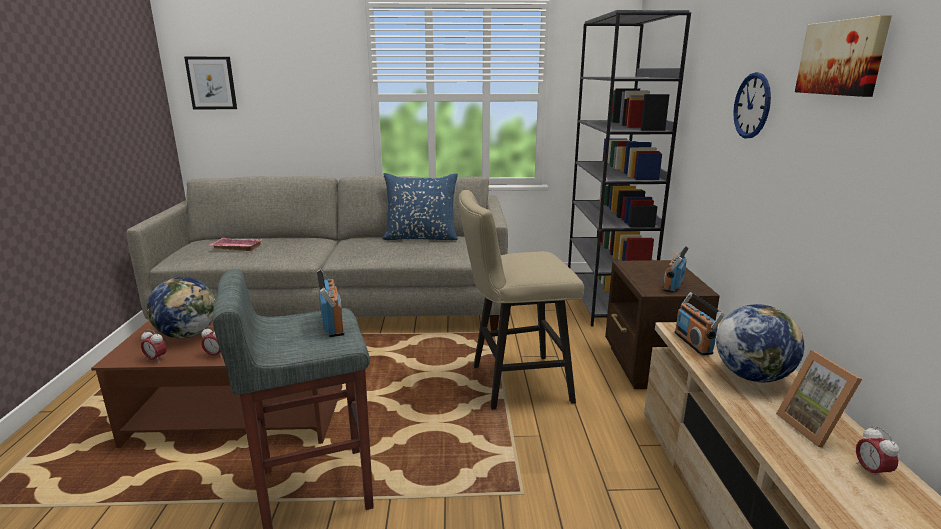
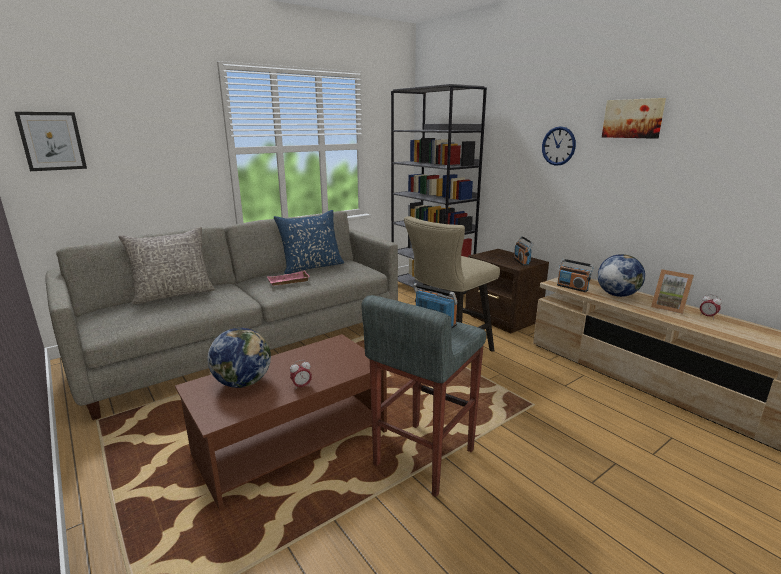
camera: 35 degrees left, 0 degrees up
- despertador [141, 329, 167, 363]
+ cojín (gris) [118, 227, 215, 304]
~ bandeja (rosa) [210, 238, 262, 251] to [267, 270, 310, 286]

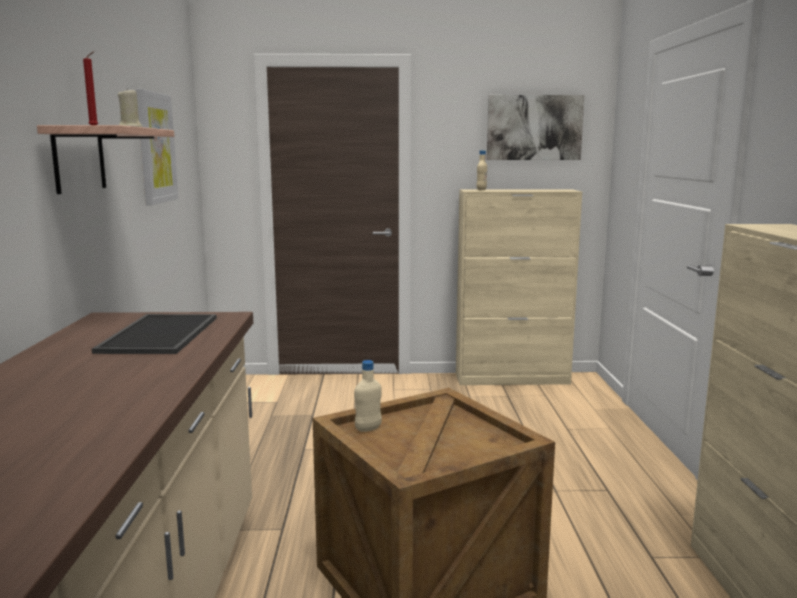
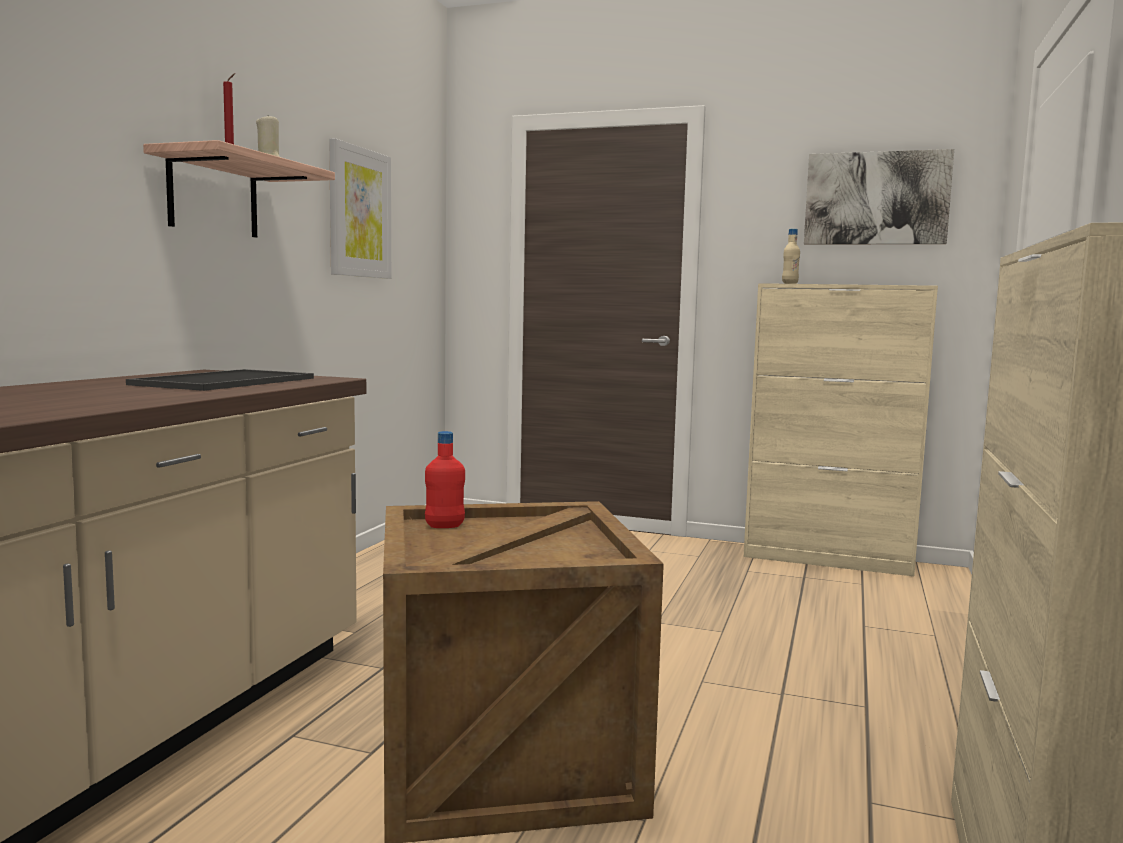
camera: 20 degrees right, 5 degrees down
~ botella (beis) [354, 360, 382, 432] to botella (rojo) [425, 431, 465, 528]

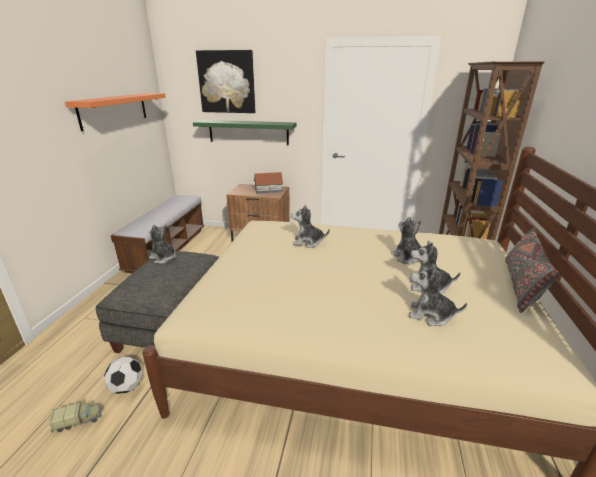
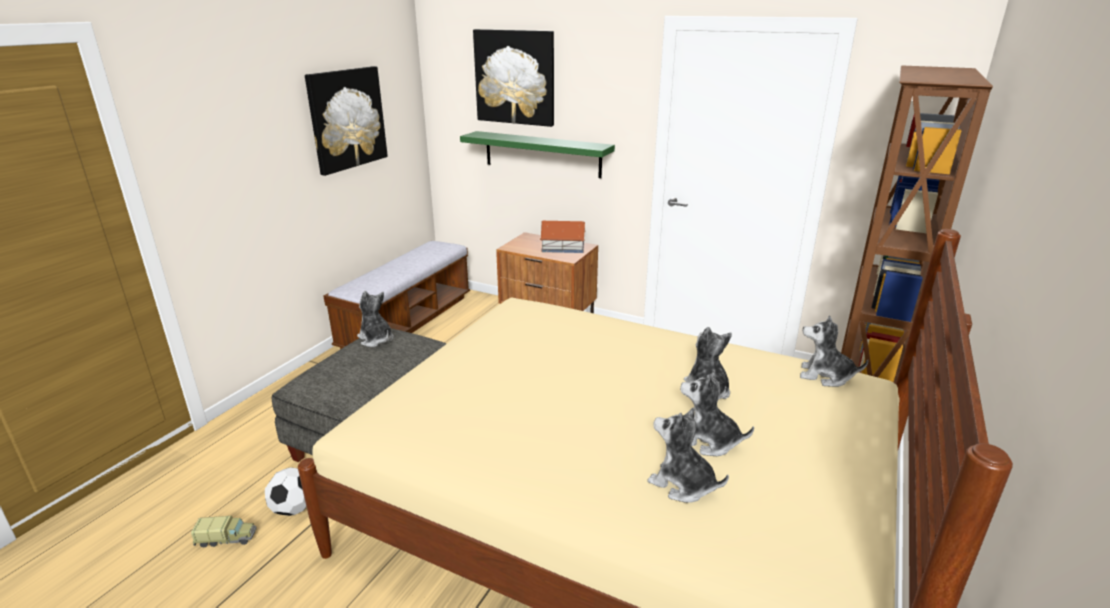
camera: 15 degrees right, 0 degrees up
- cojín (gris) [505, 228, 559, 313]
~ peluche [291, 205, 330, 248] to [800, 315, 869, 387]
~ estante (naranja) [65, 93, 166, 131] to cuadro [305, 66, 388, 176]

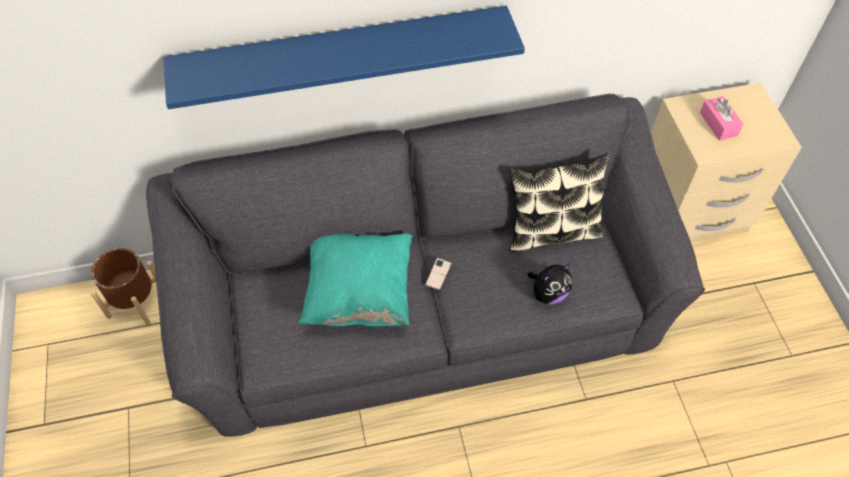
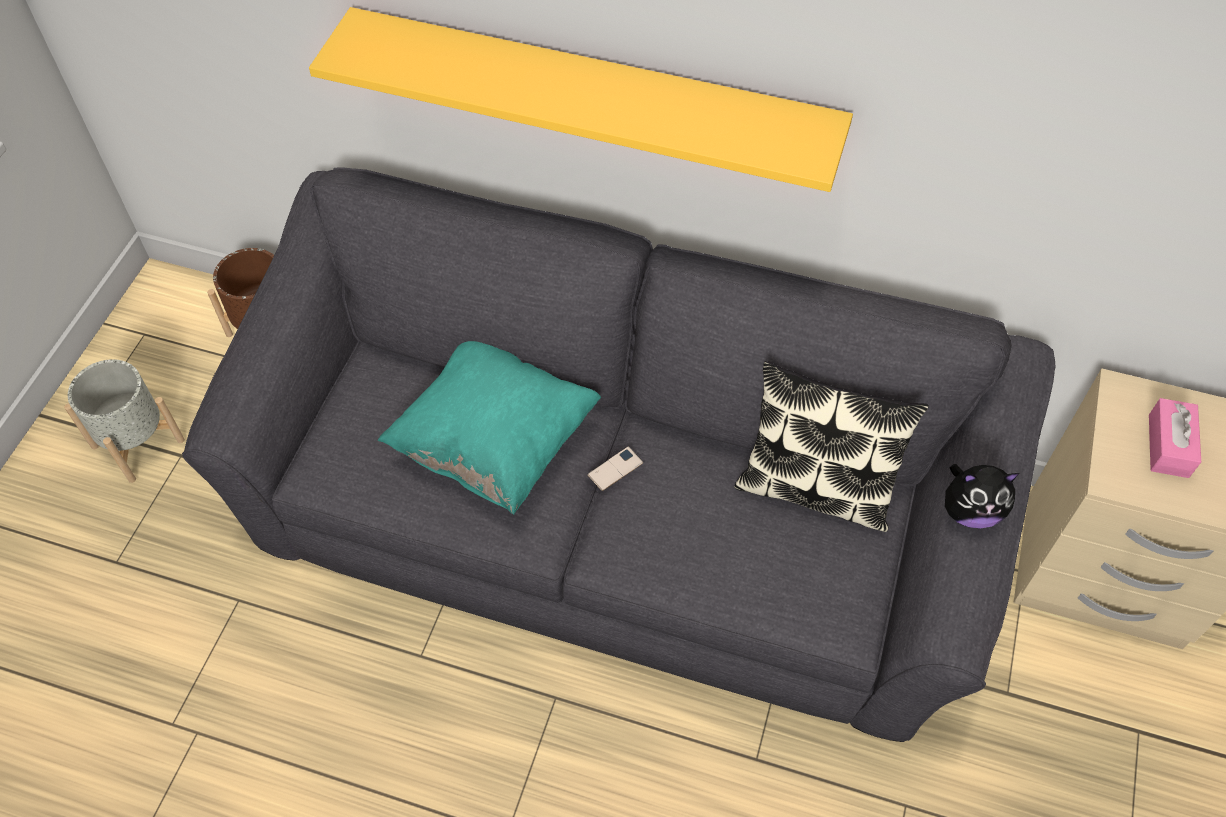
camera: 30 degrees right, 0 degrees up
+ maceta (gris) [64, 359, 185, 483]
~ peluche [527, 263, 572, 304] to [945, 464, 1019, 528]
~ estante (azul) [163, 6, 525, 109] to estante (amarillo) [309, 7, 853, 192]

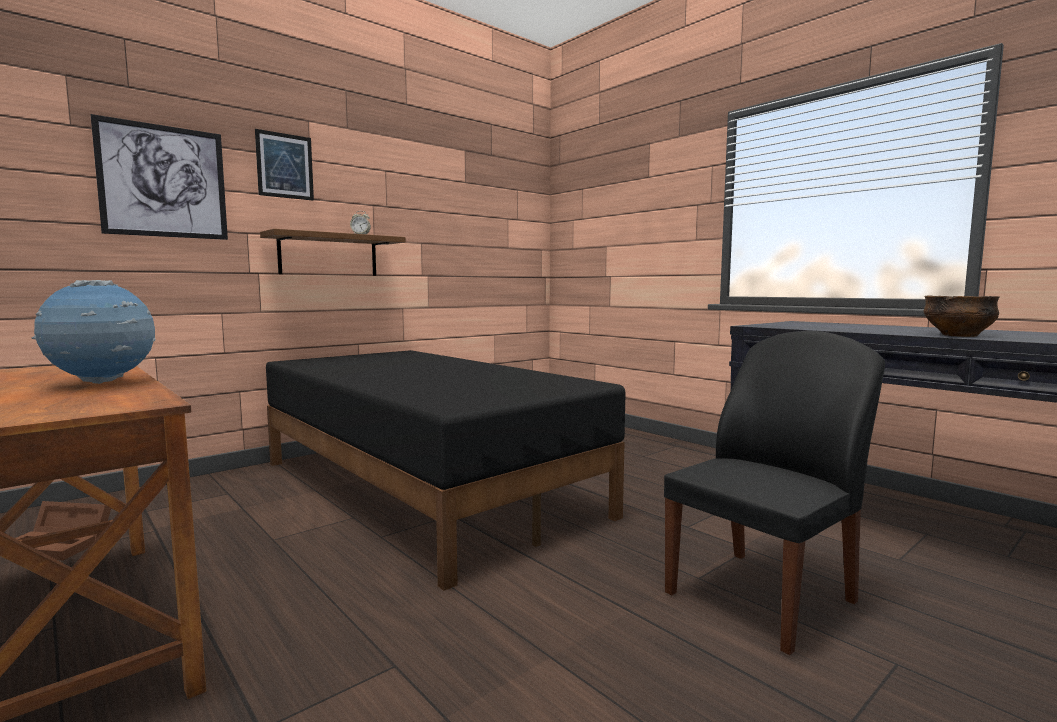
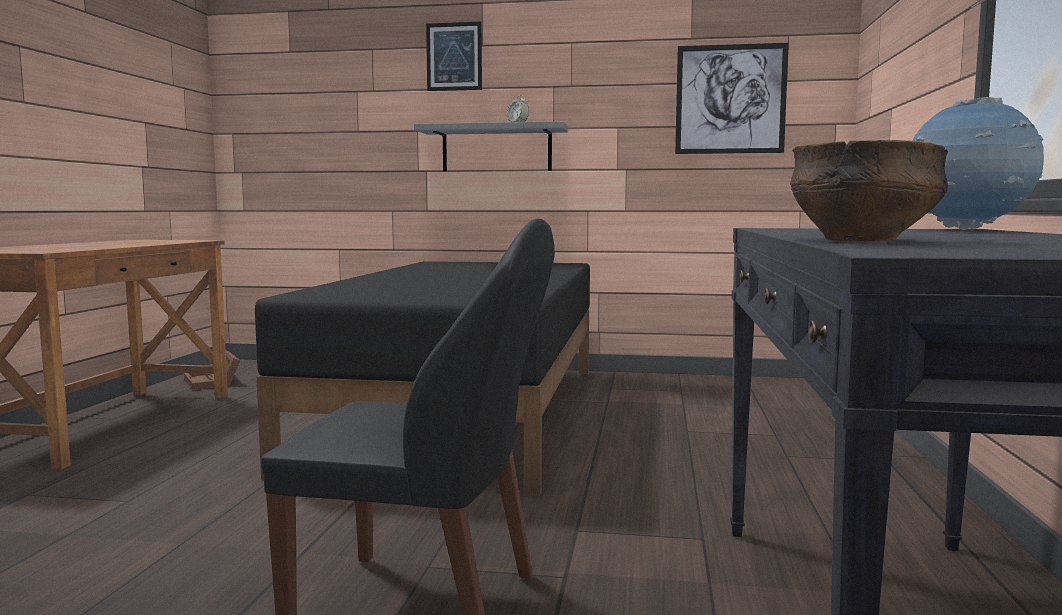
camera: 50 degrees right, 0 degrees up
~ globo terráqueo [31, 280, 155, 384] to [912, 97, 1044, 230]
~ cuadro [91, 114, 228, 240] to [675, 43, 789, 154]
~ estante (marrón) [260, 228, 406, 276] to estante (gris) [414, 121, 568, 172]

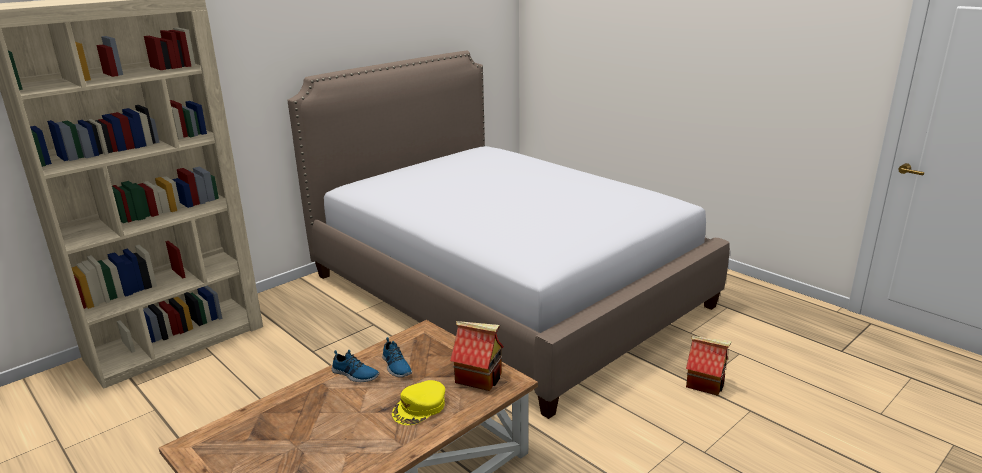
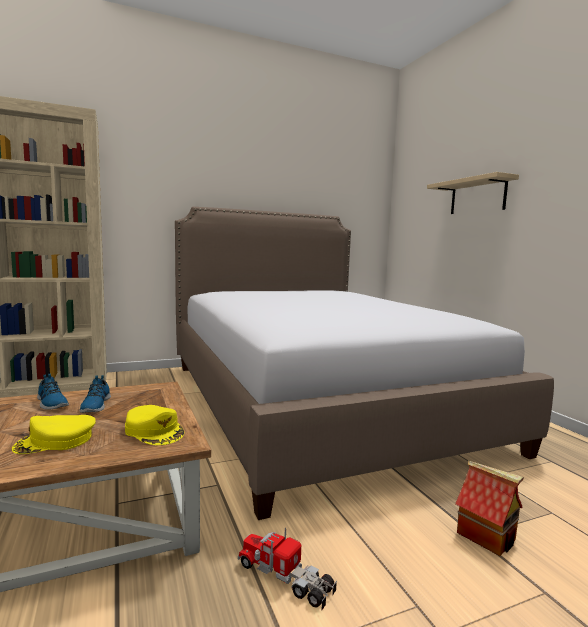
camera: 20 degrees right, 15 degrees down
+ camión de juguete [238, 528, 337, 610]
+ estante (beis) [427, 172, 519, 214]
~ casita [450, 321, 504, 391] to gorra (amarillo) [125, 405, 184, 445]

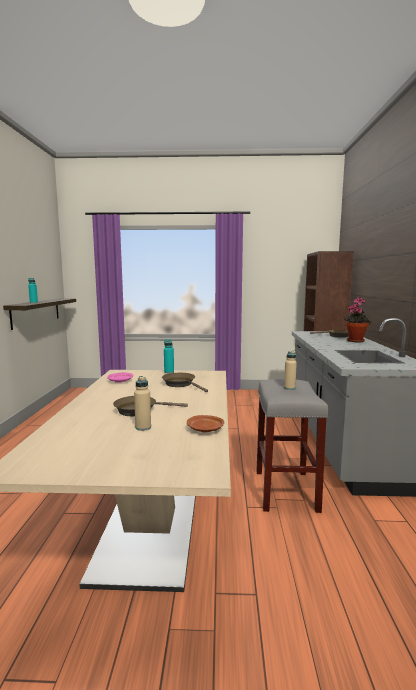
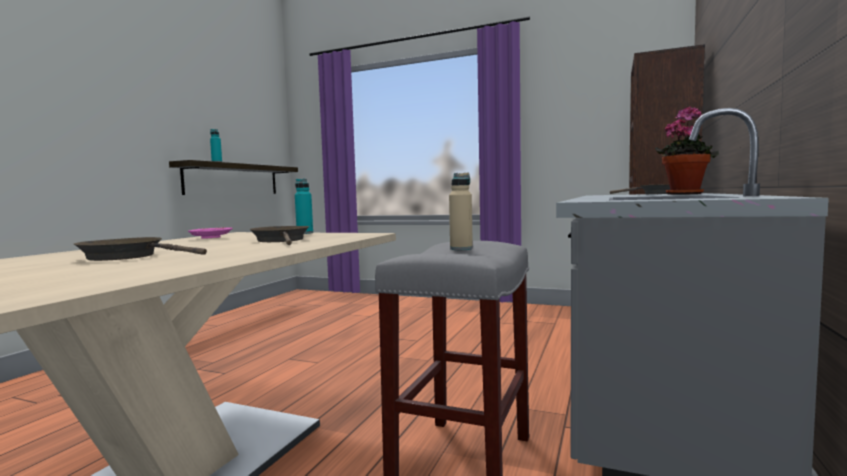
camera: 20 degrees right, 5 degrees down
- botella (beis) [134, 376, 151, 431]
- plato (marrón) [187, 415, 224, 432]

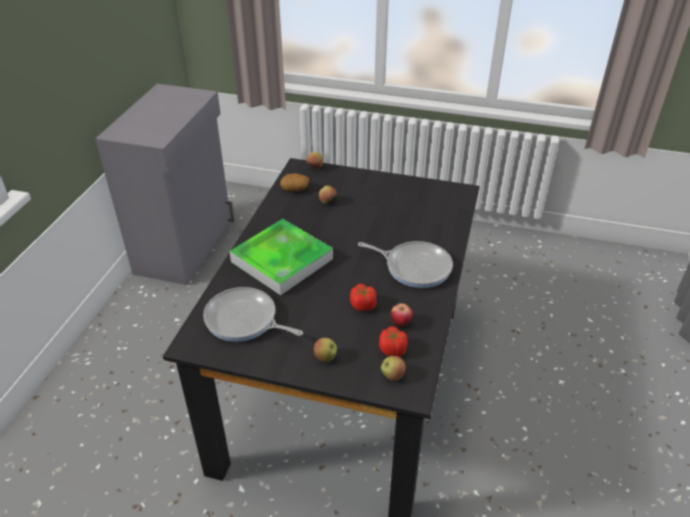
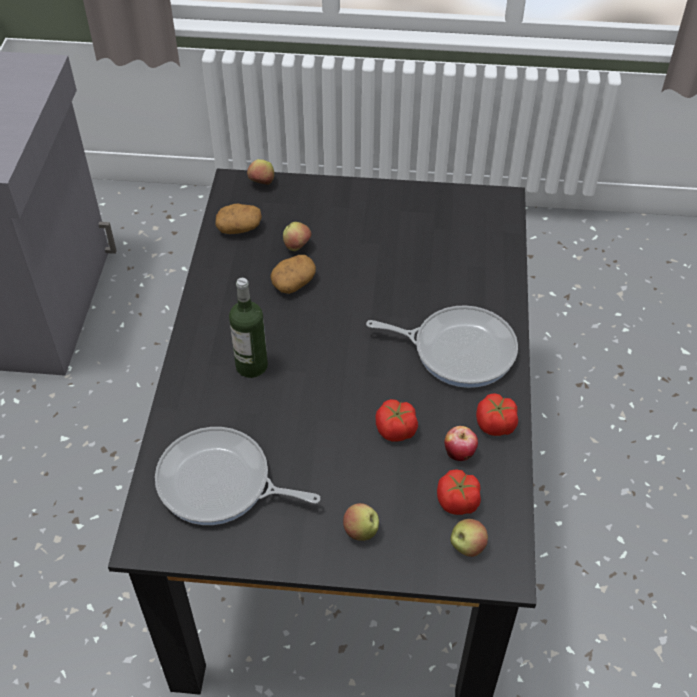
camera: 10 degrees left, 10 degrees up
+ patata [271, 255, 316, 294]
+ tomate [476, 393, 518, 436]
~ bandeja [229, 219, 333, 295] to botella [229, 278, 268, 378]

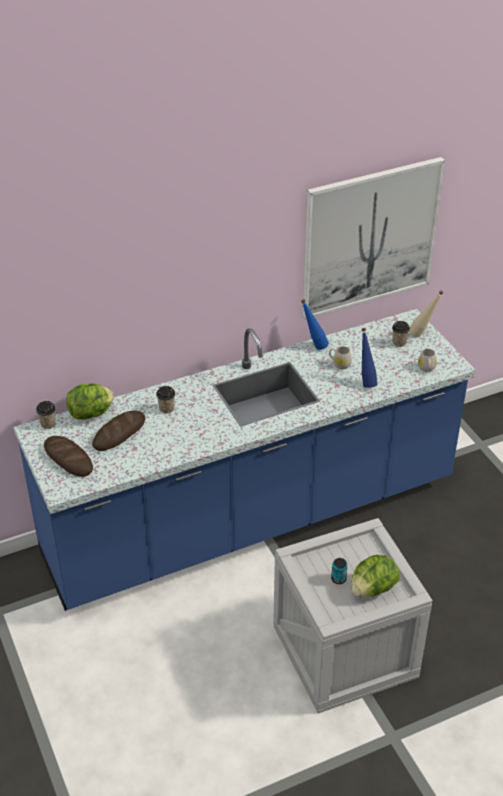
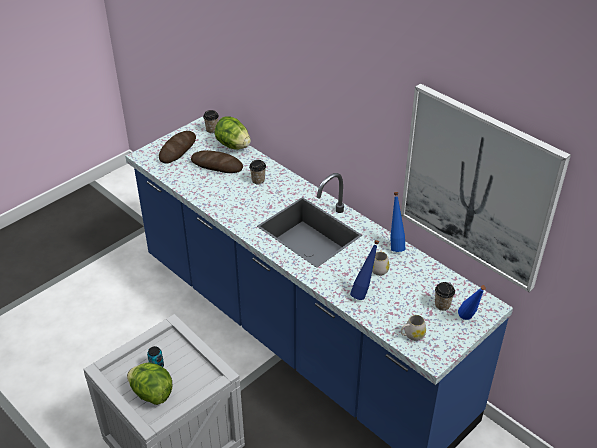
camera: 70 degrees right, 0 degrees up
~ botella (beis) [409, 290, 443, 337] to botella (azul) [458, 285, 486, 320]

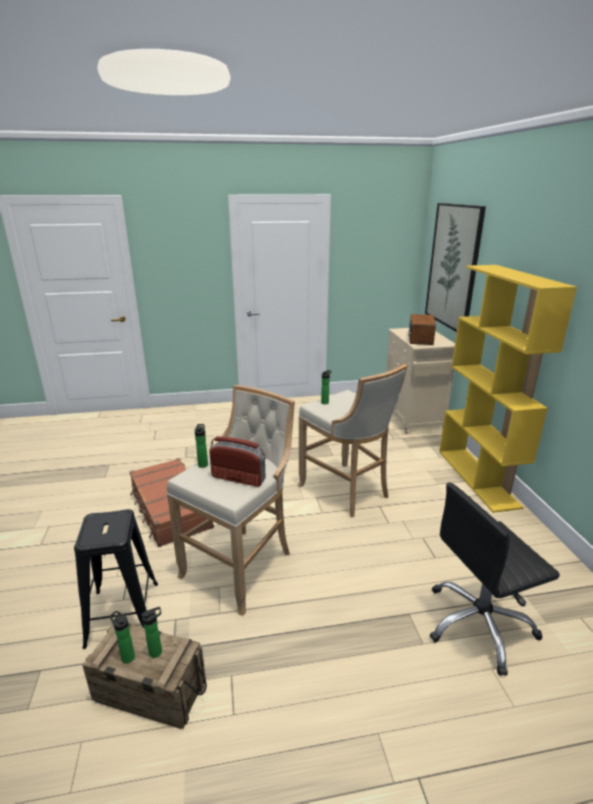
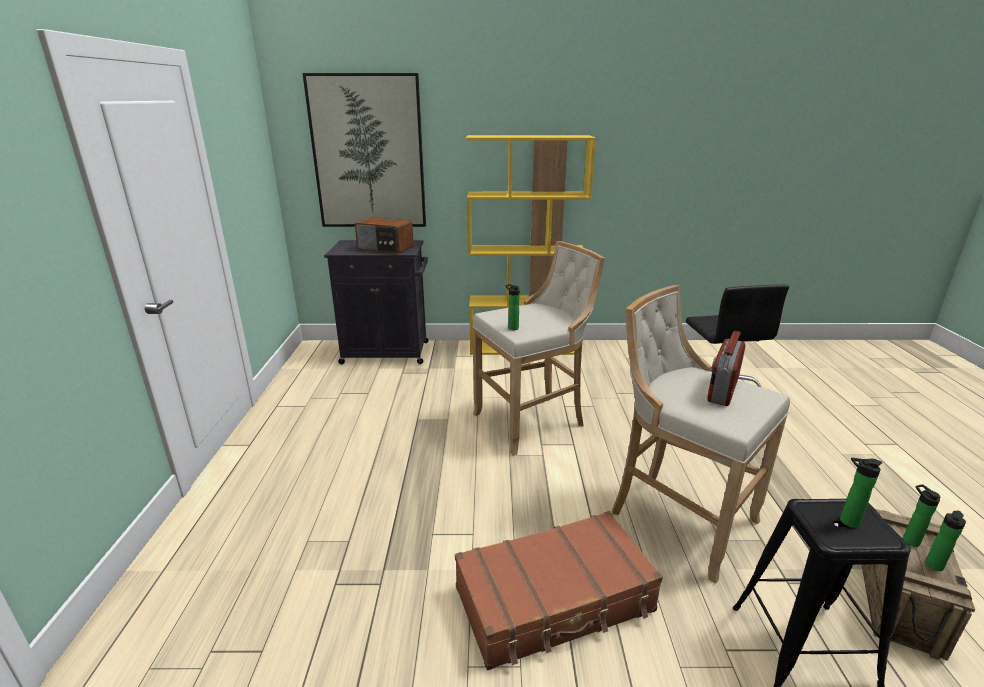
camera: 80 degrees left, 0 degrees up
~ botella [195, 424, 208, 468] to [840, 458, 882, 528]
~ armario (beis) [386, 328, 455, 434] to armario (negro) [324, 240, 429, 364]

